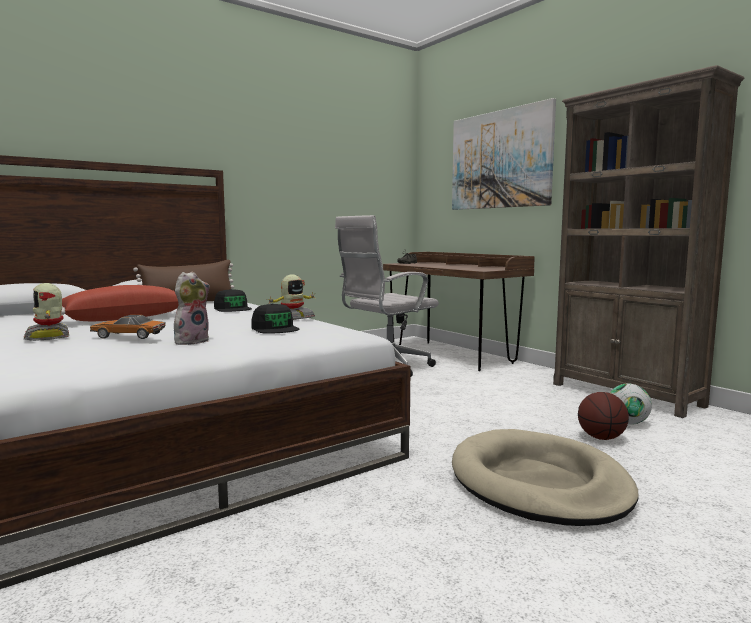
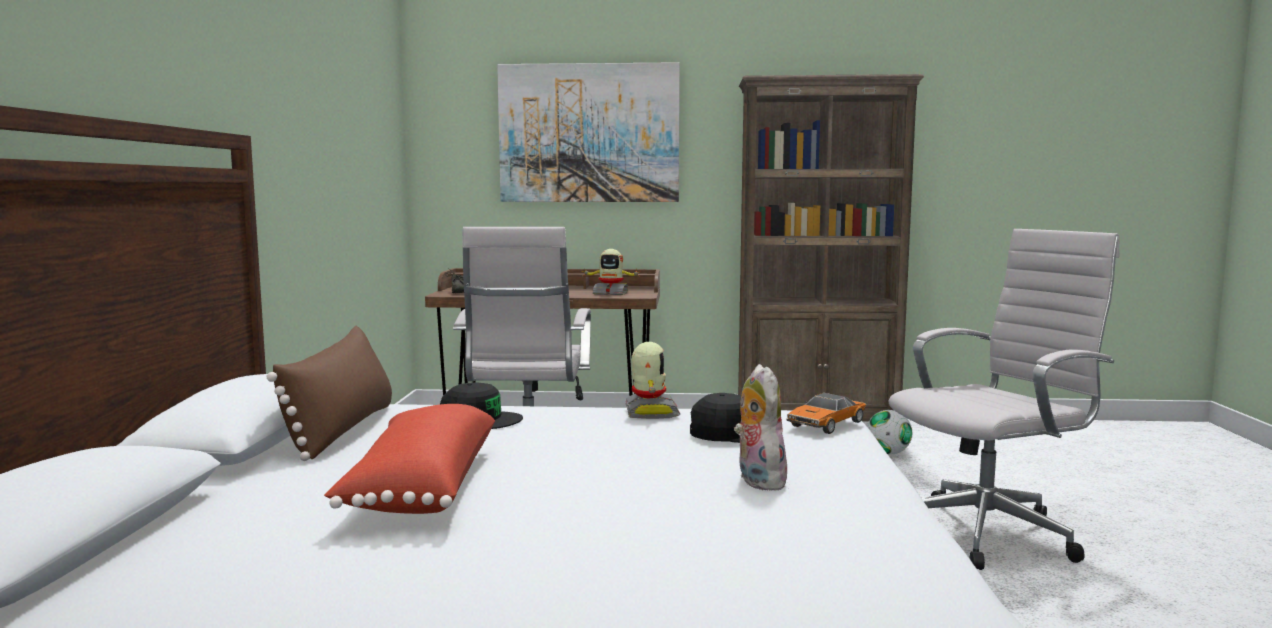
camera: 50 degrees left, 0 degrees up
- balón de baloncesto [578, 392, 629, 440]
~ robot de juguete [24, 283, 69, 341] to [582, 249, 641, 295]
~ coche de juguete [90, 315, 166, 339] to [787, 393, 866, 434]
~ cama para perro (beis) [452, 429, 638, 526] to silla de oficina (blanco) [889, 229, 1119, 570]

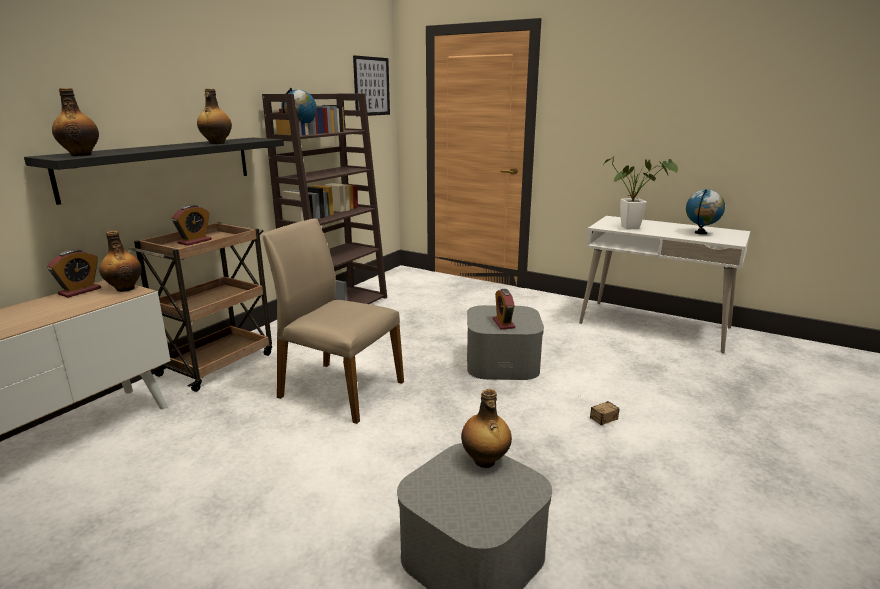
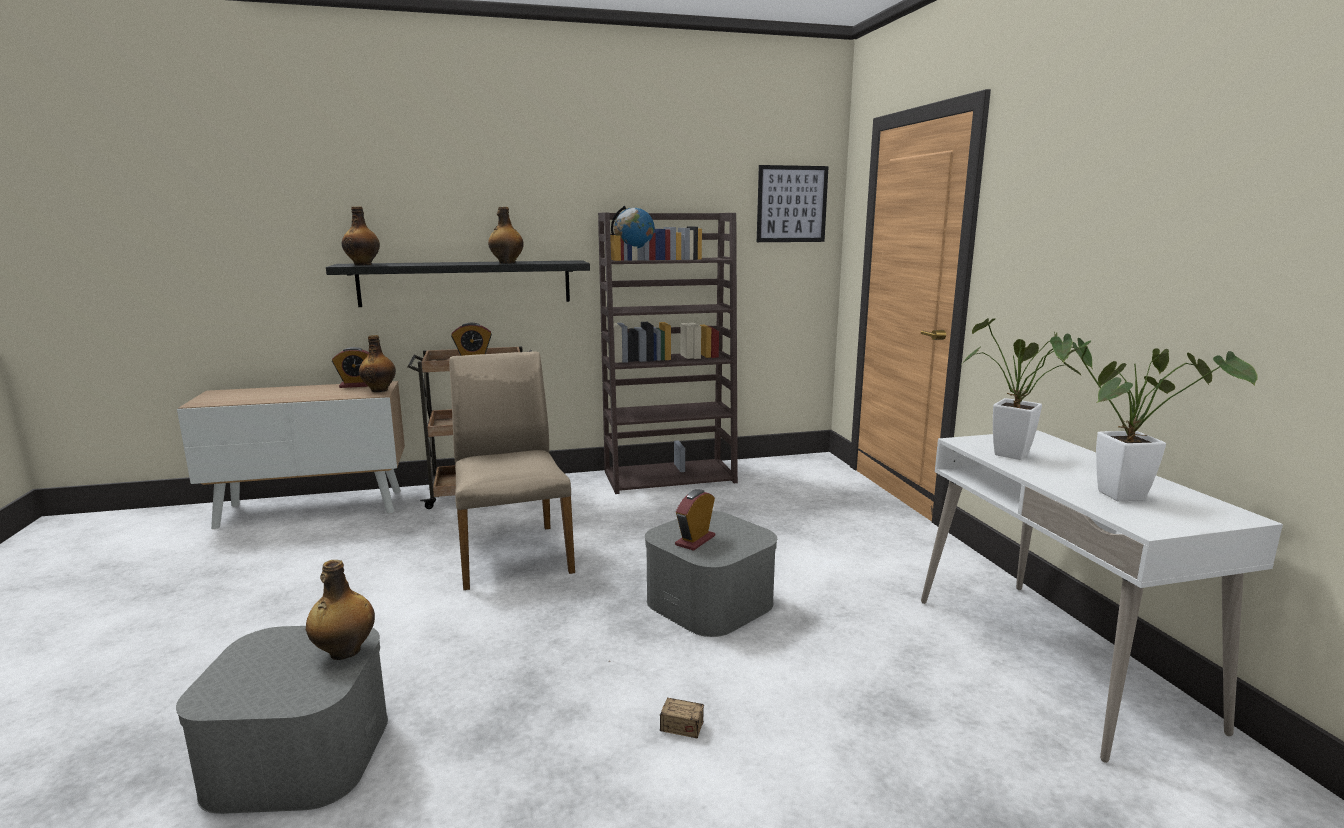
camera: 45 degrees right, 5 degrees down
~ globo terráqueo [686, 189, 725, 235] to planta en maceta [1062, 340, 1257, 501]

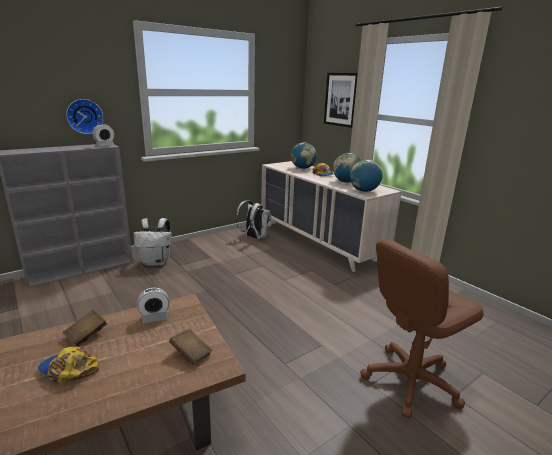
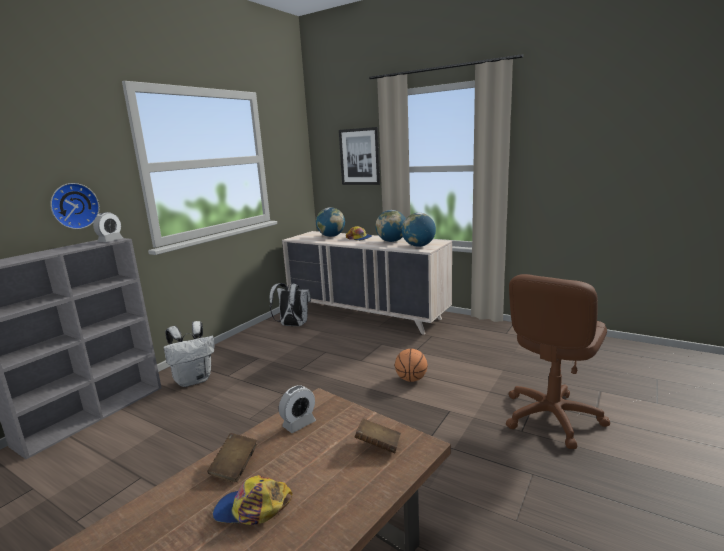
camera: 20 degrees left, 5 degrees down
+ balón de baloncesto [395, 348, 428, 382]

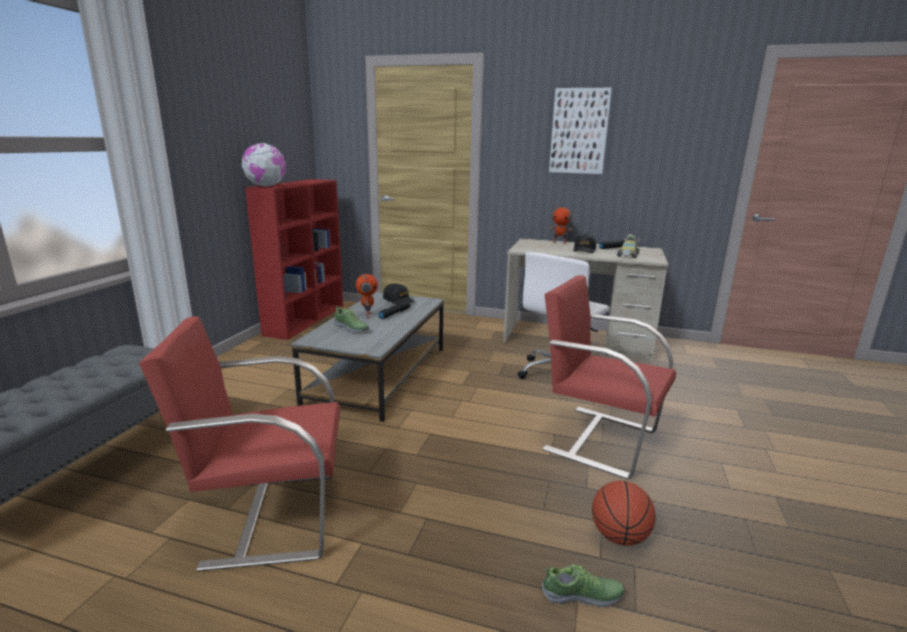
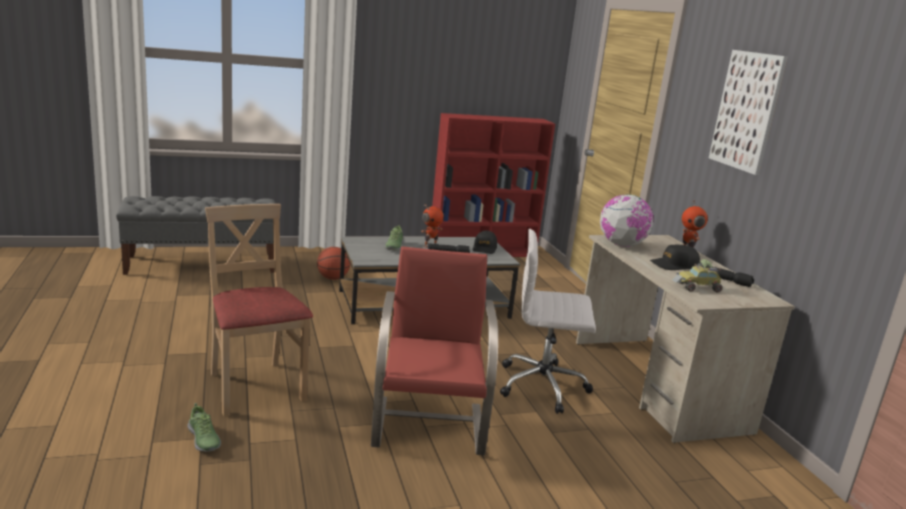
camera: 55 degrees right, 0 degrees up
- silla (rojo) [139, 316, 341, 571]
+ silla (beis) [205, 204, 313, 417]
~ globo terráqueo [242, 143, 286, 187] to [600, 195, 654, 247]
~ balón de baloncesto [592, 481, 656, 546] to [317, 247, 350, 280]

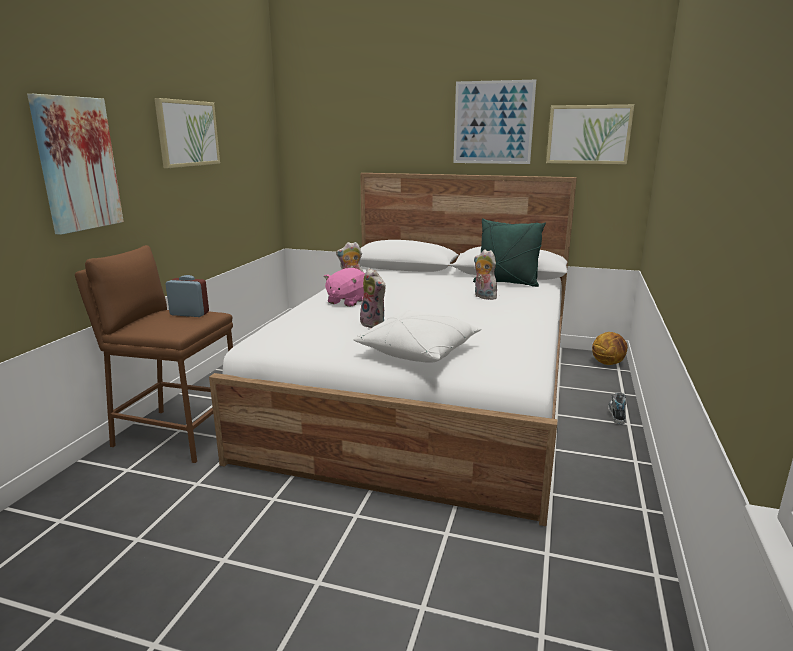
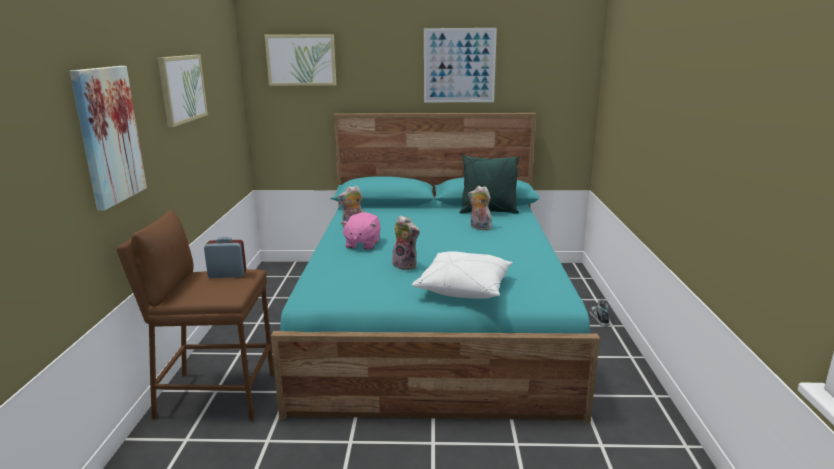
camera: 15 degrees left, 0 degrees up
- balón de baloncesto [592, 332, 628, 365]
~ cuadro [546, 105, 634, 164] to [265, 34, 336, 86]
~ cama (blanco) [209, 173, 577, 526] to cama (turquesa) [271, 113, 600, 423]

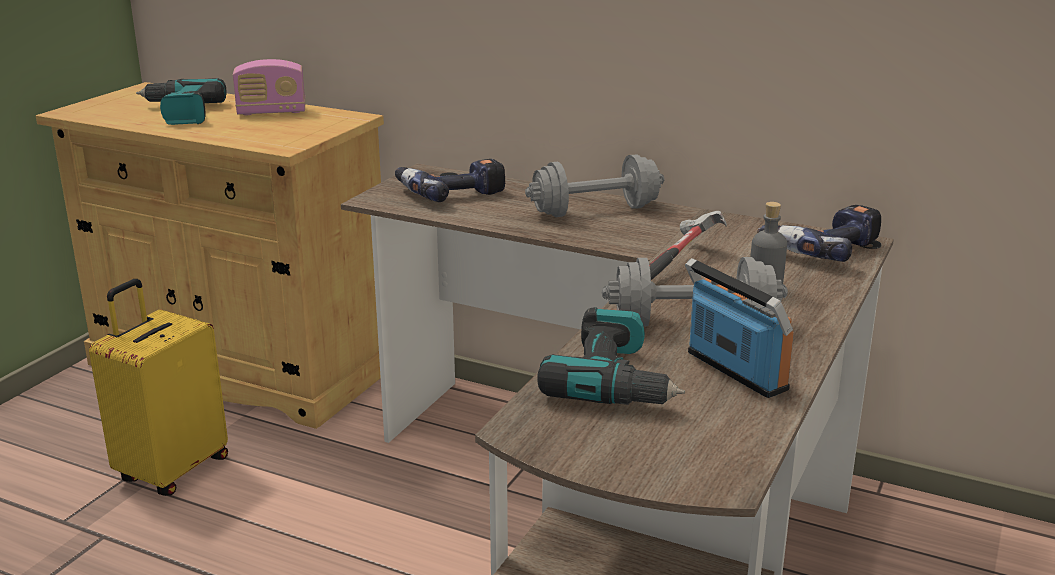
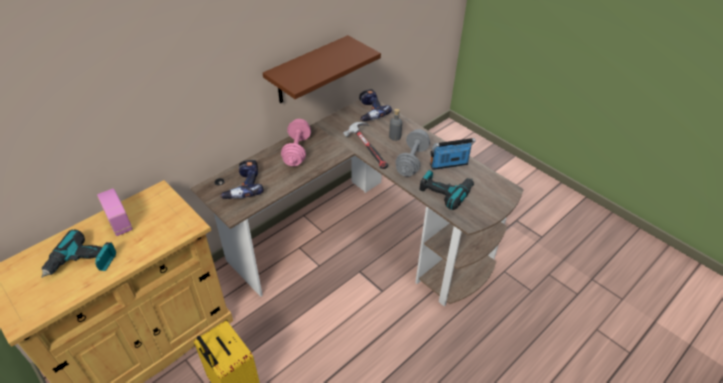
camera: 70 degrees left, 20 degrees up
+ estante (marrón) [263, 35, 381, 103]
~ mancuerna (gris) [525, 154, 665, 217] to mancuerna (rosa) [281, 119, 311, 166]
~ radio [233, 59, 305, 115] = [97, 188, 133, 236] 135 degrees clockwise

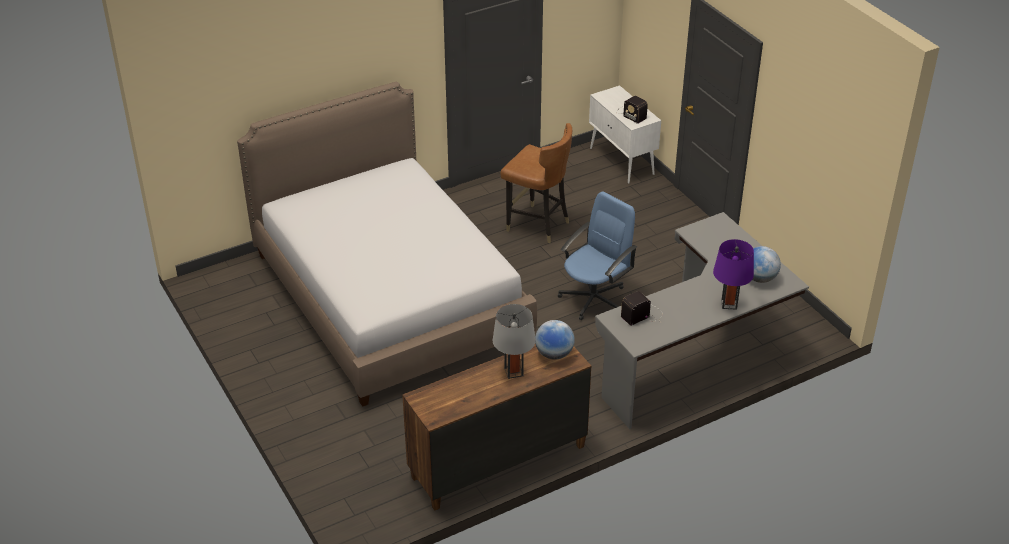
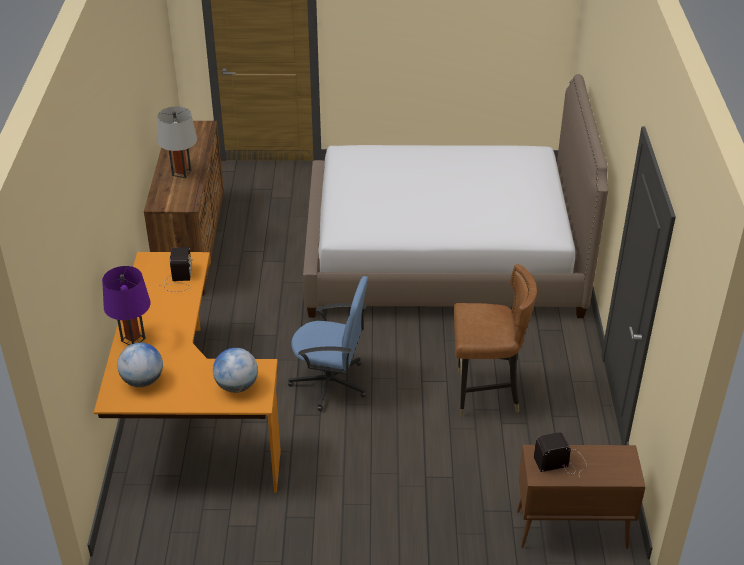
camera: 120 degrees right, 0 degrees up
~ globo terráqueo [535, 320, 575, 359] to [213, 348, 258, 393]
~ armario (blanco) [589, 85, 661, 184] to armario (marrón) [517, 445, 646, 549]
~ escritorio (gris) [595, 212, 809, 429] to escritorio (naranja) [94, 252, 281, 492]
~ silla (marrón) [500, 123, 572, 243] = [454, 264, 537, 416] 150 degrees counterclockwise
~ silla de oficina (azul) [558, 192, 637, 320] = [288, 276, 368, 411] 60 degrees counterclockwise

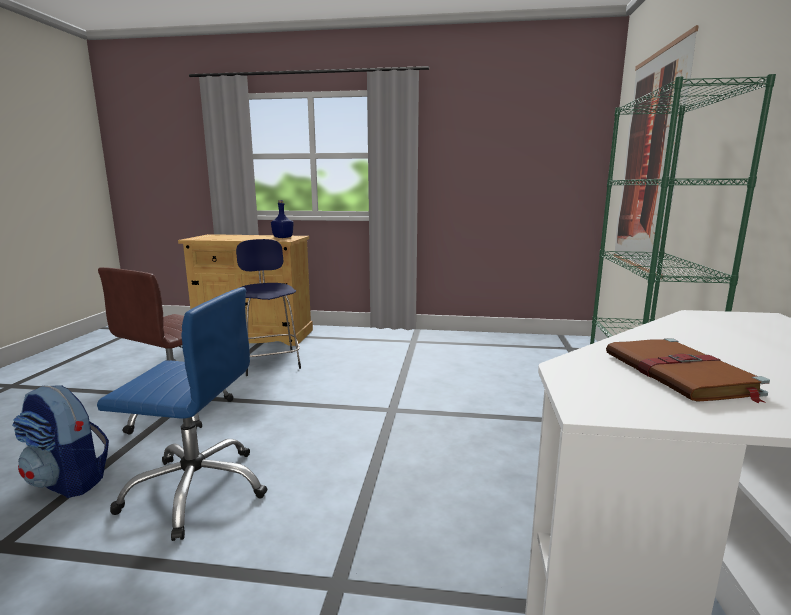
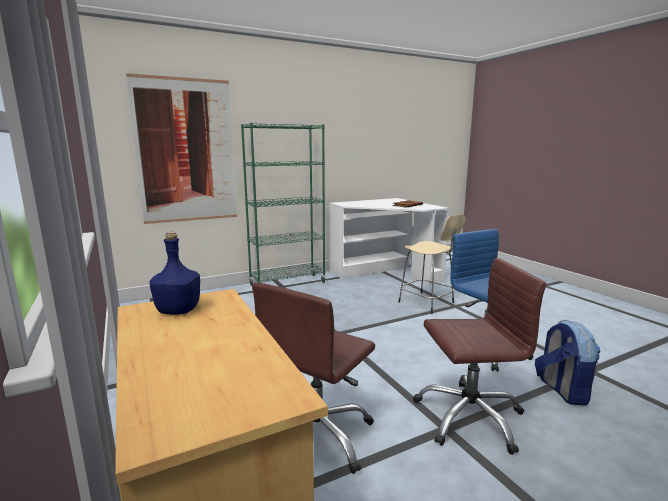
camera: 125 degrees left, 0 degrees up
+ taburete (beis) [398, 214, 465, 314]
~ taburete (azul) [236, 239, 301, 376] to silla de oficina (marrón) [252, 282, 375, 474]

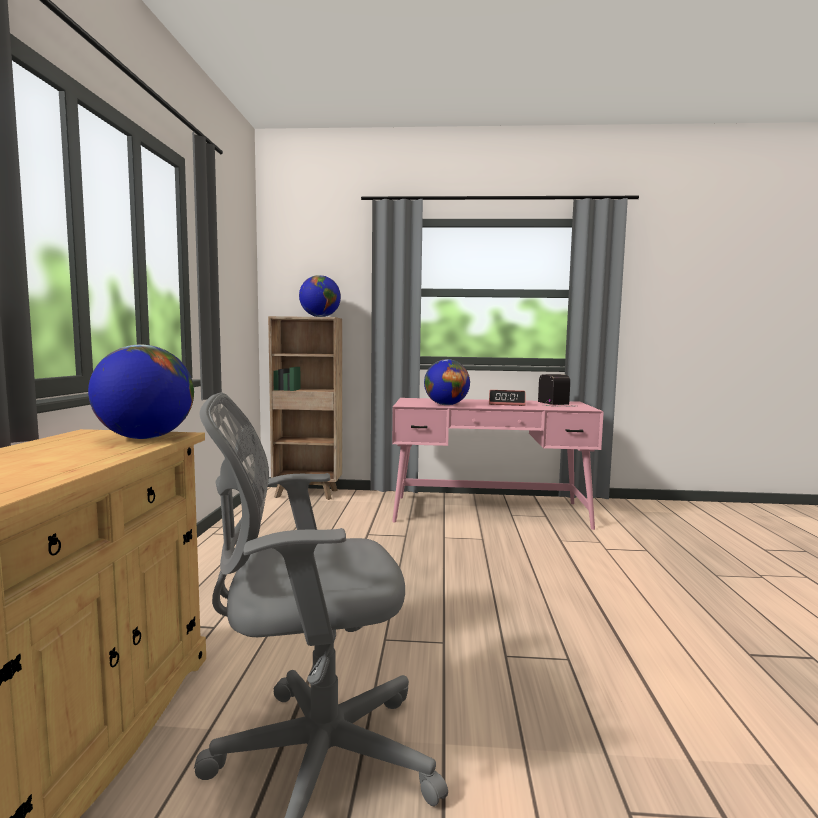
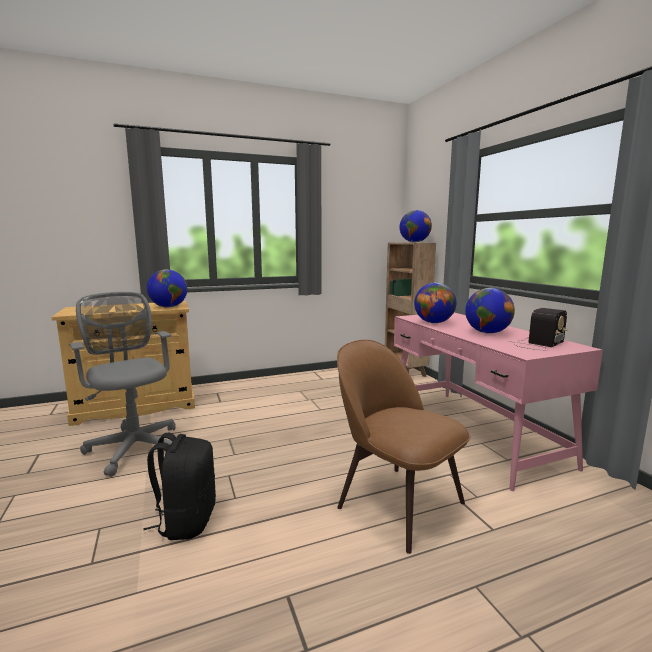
camera: 65 degrees right, 5 degrees up
+ mochila (negro) [143, 433, 216, 540]
+ silla (marrón) [337, 340, 470, 554]
~ despertador [489, 390, 526, 406] to globo terráqueo [465, 288, 515, 334]

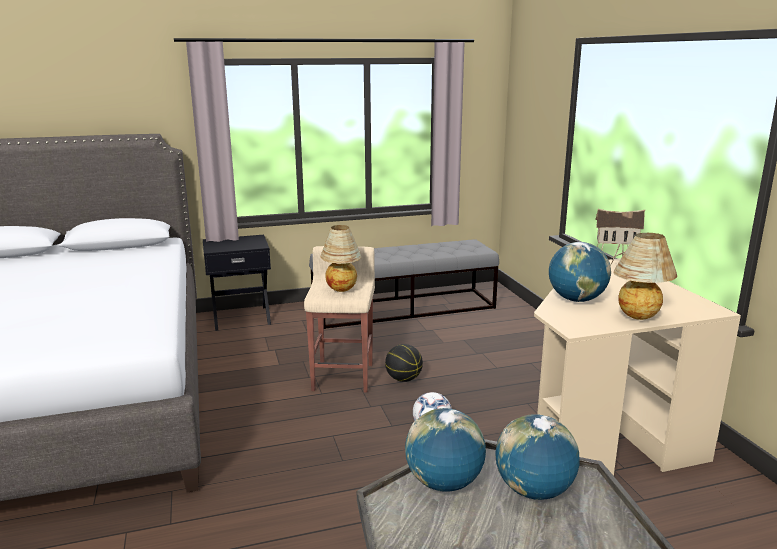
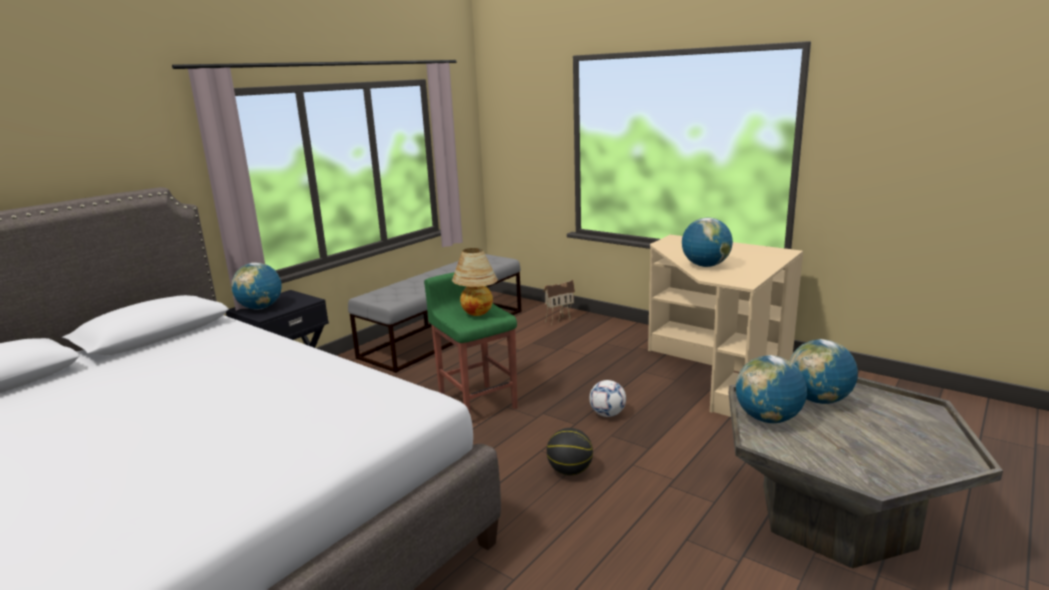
camera: 35 degrees left, 0 degrees up
- lámpara de mesa [614, 233, 677, 320]
+ globo terráqueo [231, 262, 282, 310]
~ balón de baloncesto [385, 344, 423, 382] to [547, 428, 593, 475]
~ casita [595, 209, 645, 266] to [543, 279, 575, 326]
~ taburete (beis) [304, 246, 375, 393] to taburete (verde) [424, 272, 518, 415]

